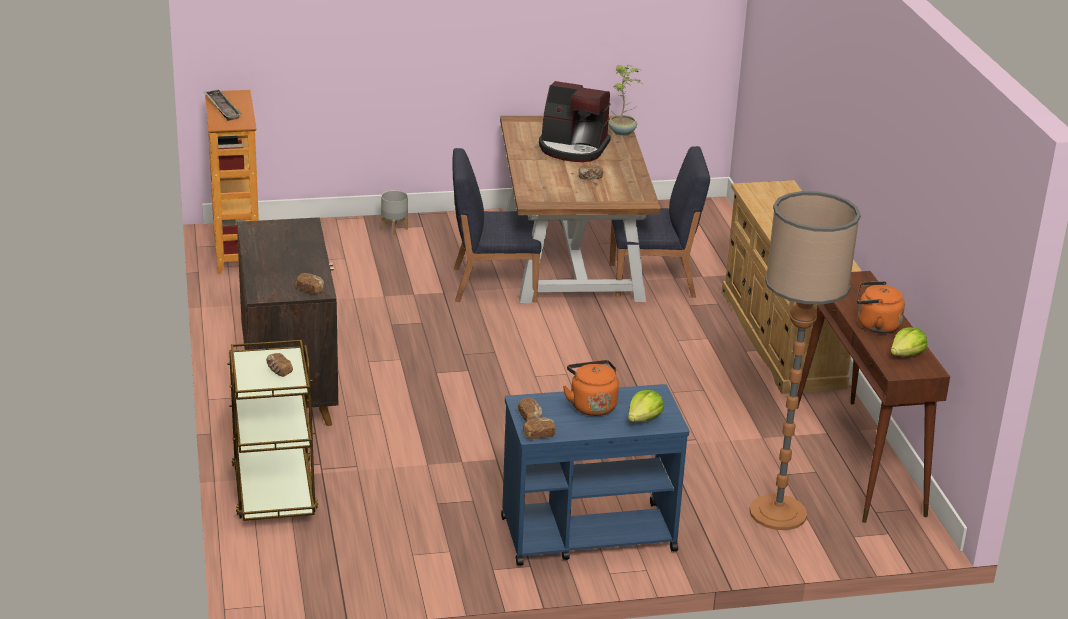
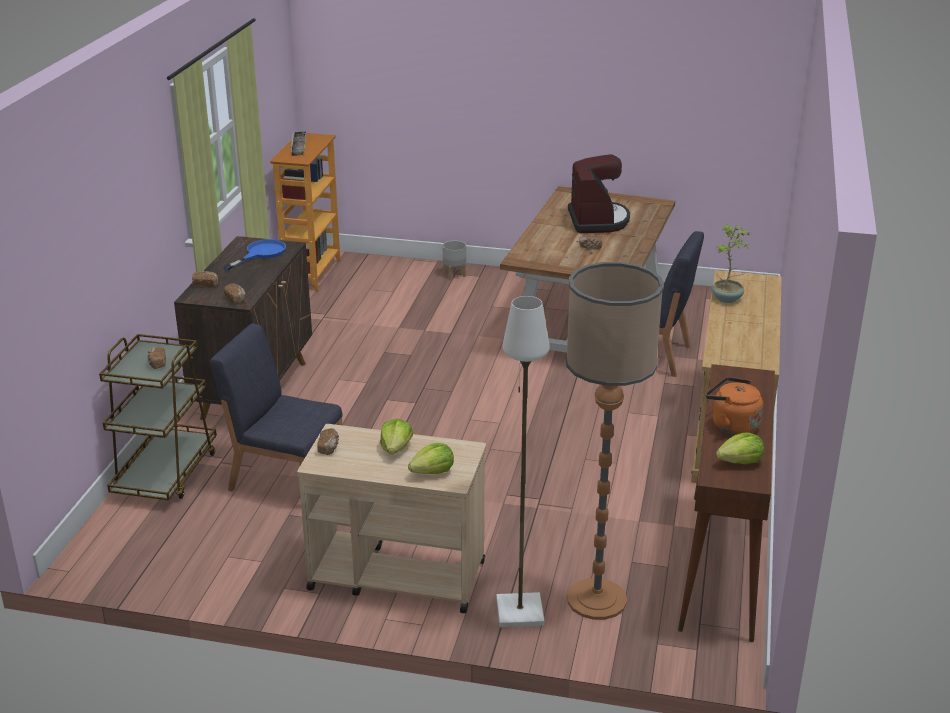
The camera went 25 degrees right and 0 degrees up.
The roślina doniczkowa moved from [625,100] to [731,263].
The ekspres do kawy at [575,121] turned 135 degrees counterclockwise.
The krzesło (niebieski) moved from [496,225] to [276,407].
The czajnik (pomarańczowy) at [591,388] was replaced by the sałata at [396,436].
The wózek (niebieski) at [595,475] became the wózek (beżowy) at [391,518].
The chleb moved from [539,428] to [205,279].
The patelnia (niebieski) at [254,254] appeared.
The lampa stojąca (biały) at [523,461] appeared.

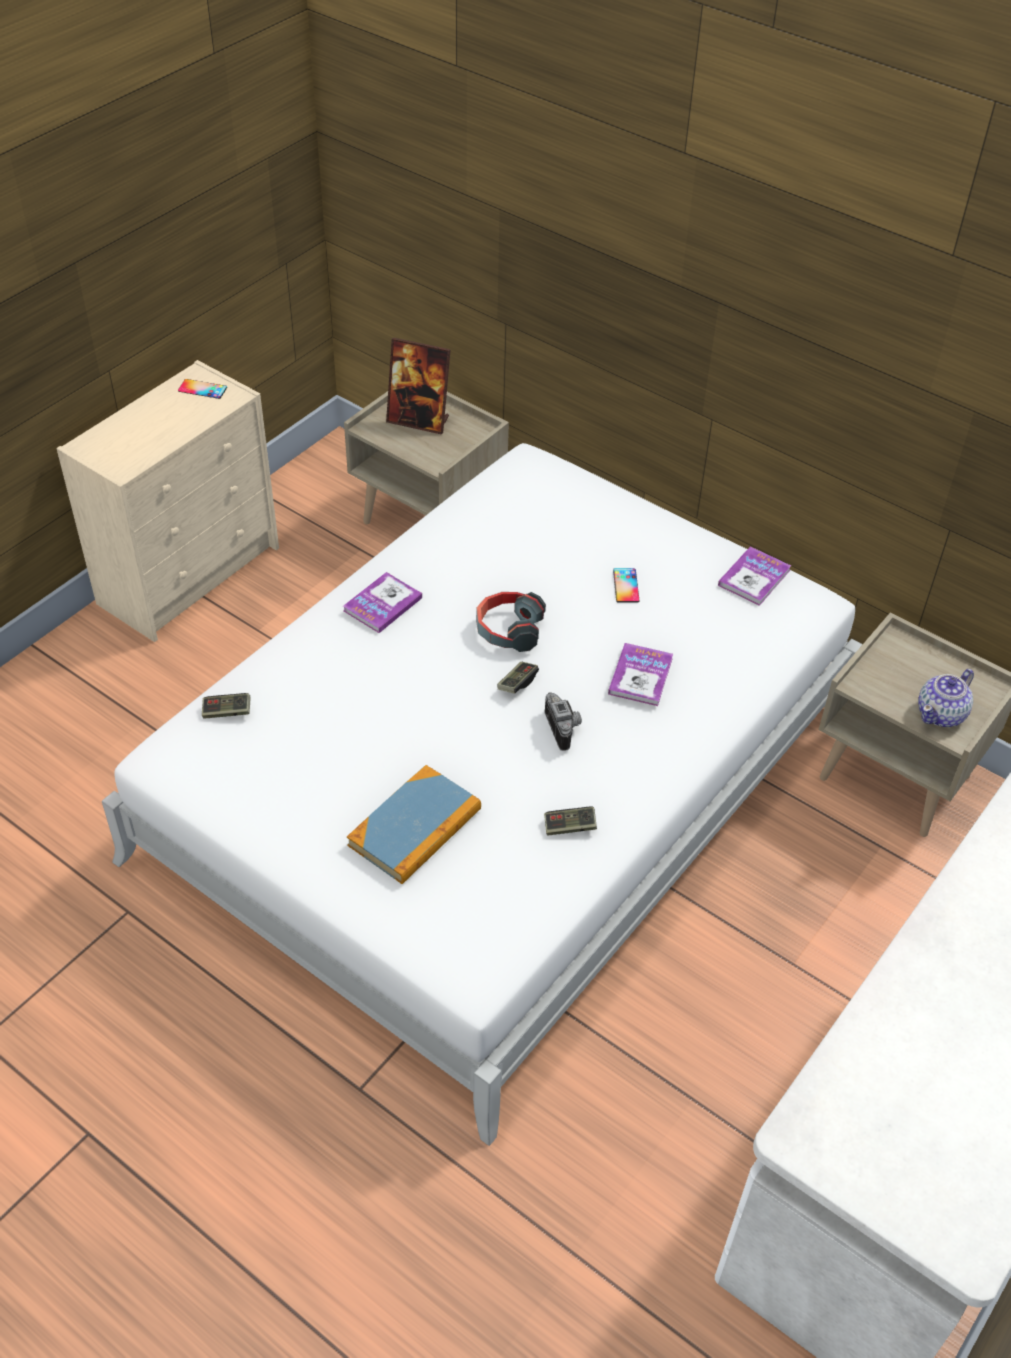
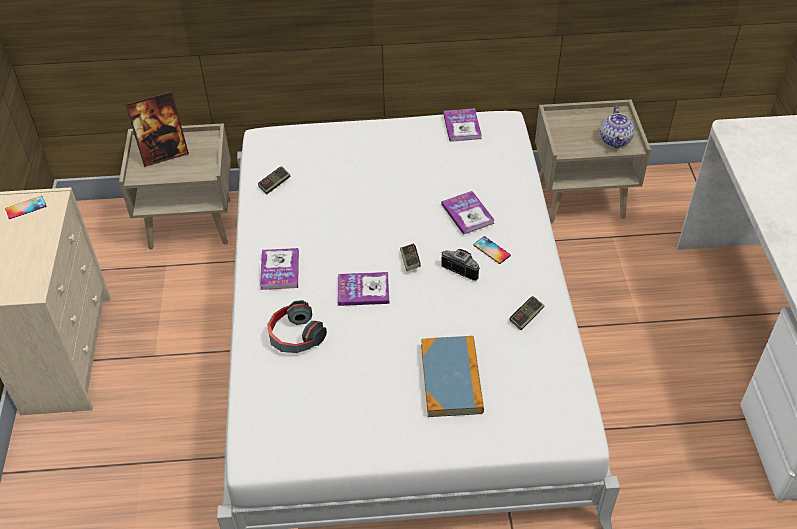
The camera went 40 degrees left and 0 degrees up.
The telefon moved from [626,585] to [492,250].
The słuchawki moved from [511,622] to [297,326].
The pad do gier moved from [226,706] to [274,180].
The książka at [363,289] appeared.

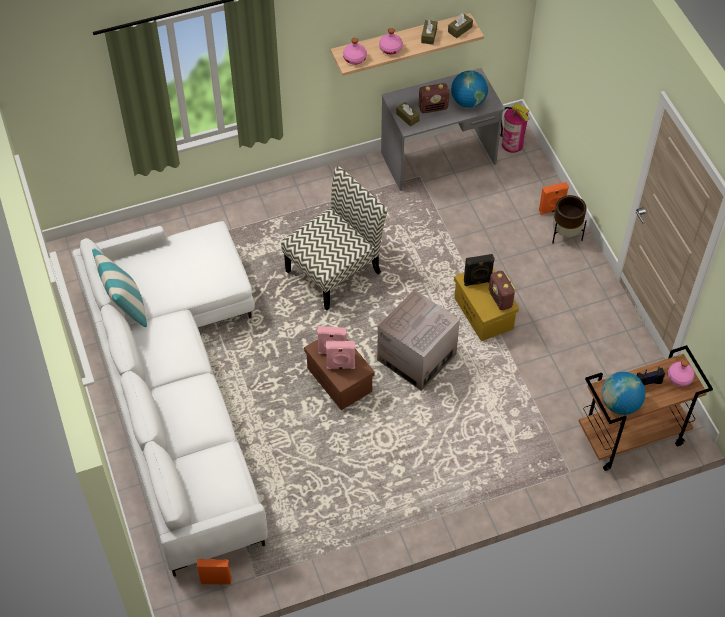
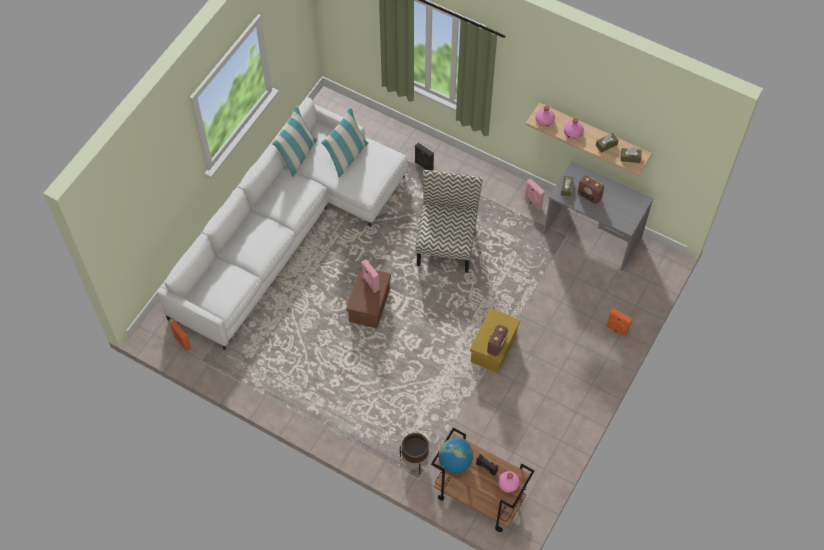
The camera went 50 degrees right and 5 degrees up.
The globus at [469,89] disappeared.
The gaśnica at [515,128] disappeared.
The krzesło at [334,238] turned 90 degrees counterclockwise.
The donica (brązowy) moved from [569,219] to [414,453].
The głośnik (czarny) moved from [479,270] to [424,157].
The karton at [418,340] disappeared.
The głośnik (różowy) moved from [340,355] to [535,194].
The poduszka at [345,142] appeared.

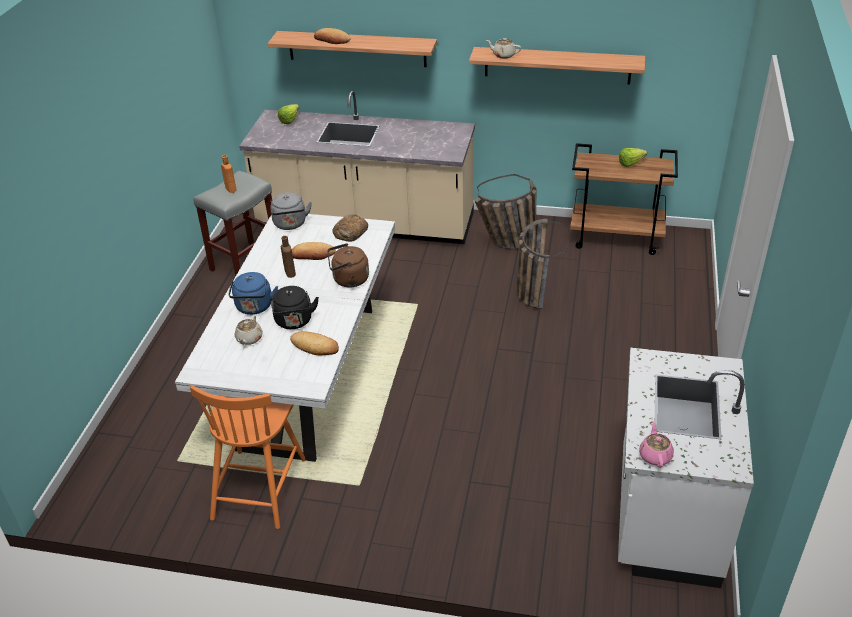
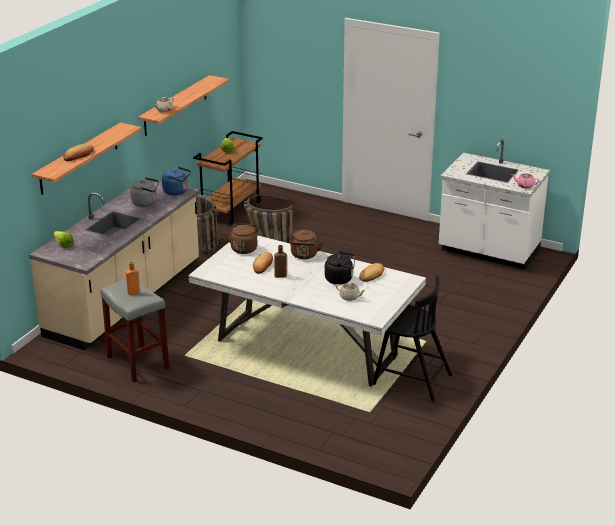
The camera went 75 degrees left and 10 degrees down.
The czajnik (szary) moved from [291,211] to [144,192].
The chleb at [350,228] was replaced by the czajnik (brązowy) at [242,238].
The czajnik (niebieski) moved from [253,293] to [176,181].
The krzesło (pomarańczowy) at [248,457] became the krzesło (czarny) at [412,338].

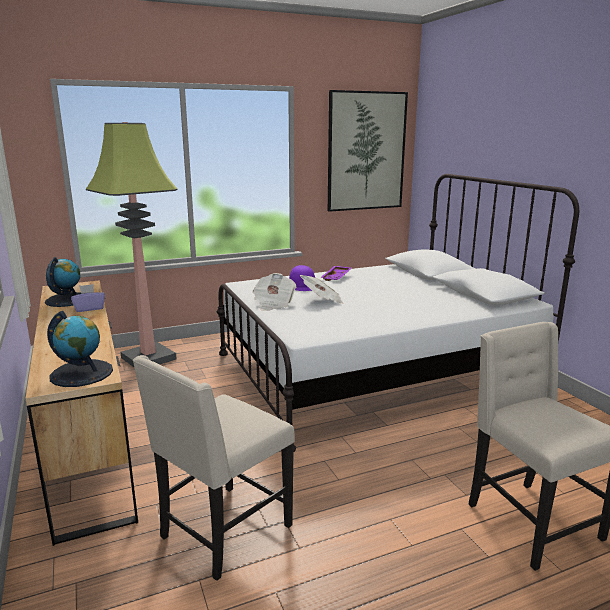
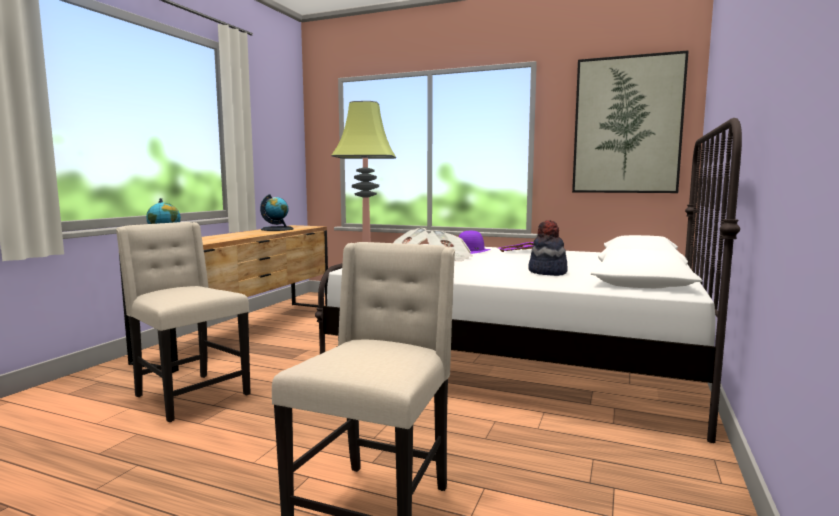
The camera went 45 degrees right and 10 degrees down.
The pudełko chusteczek (fioletowy) at [88,298] disappeared.
The krzesło (beżowy) at [214,468] turned 45 degrees clockwise.
The kapelusz at [548,248] appeared.

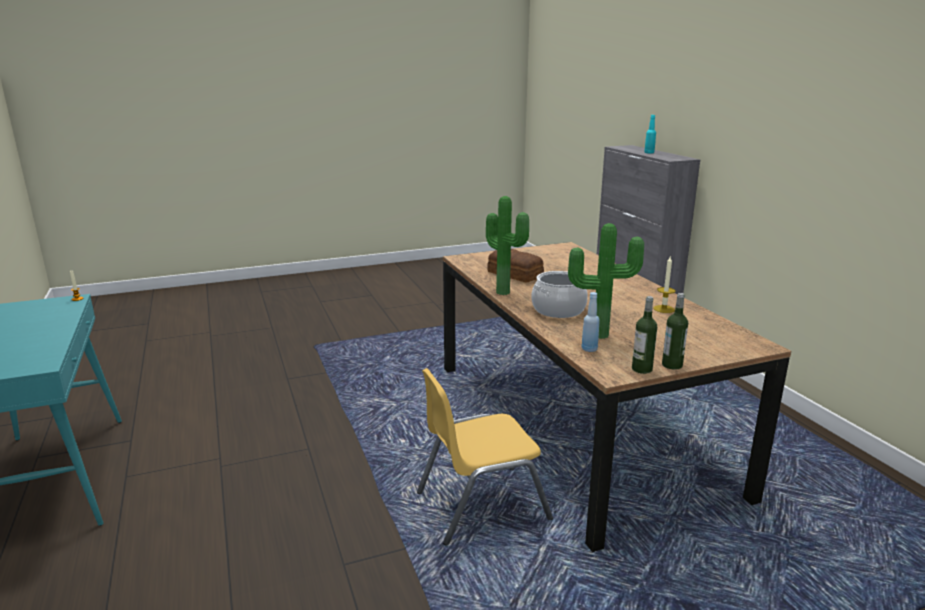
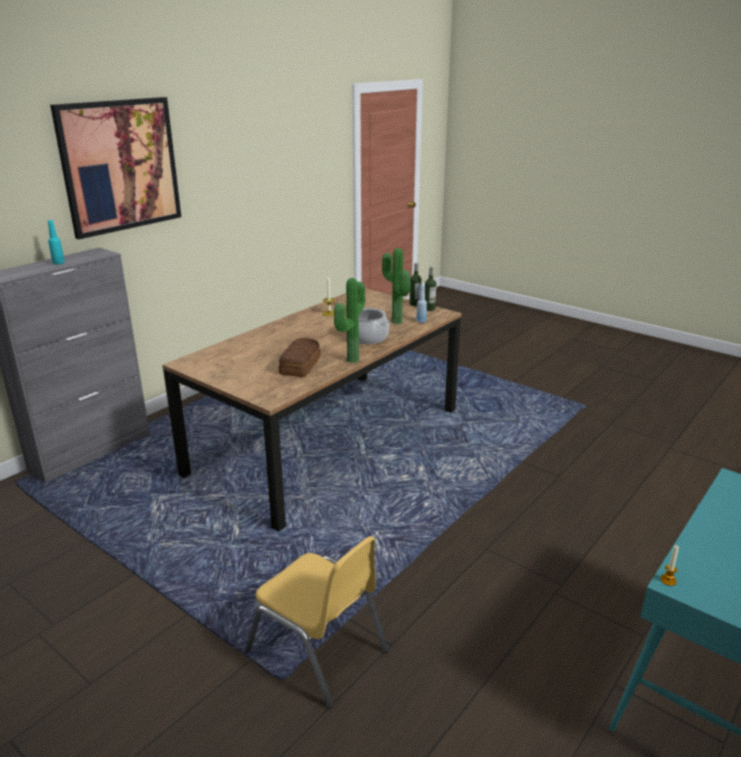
The camera went 120 degrees left and 5 degrees up.
The krzesło (żółty) moved from [485,456] to [317,622].
The obraz at [115,168] appeared.

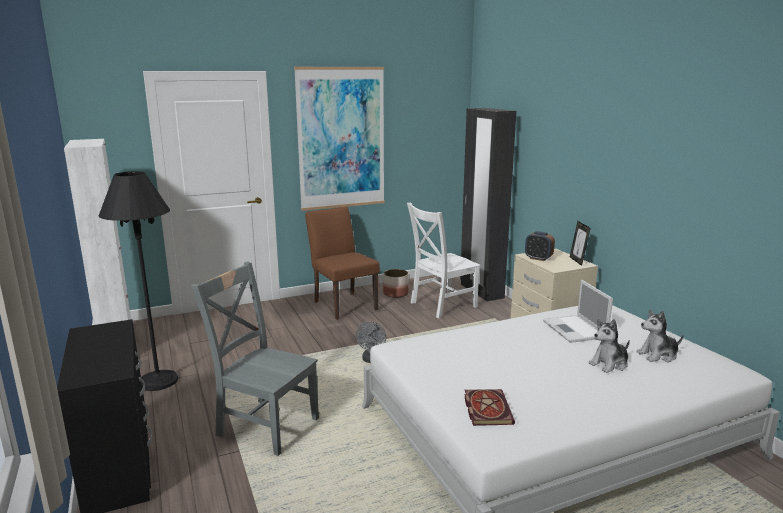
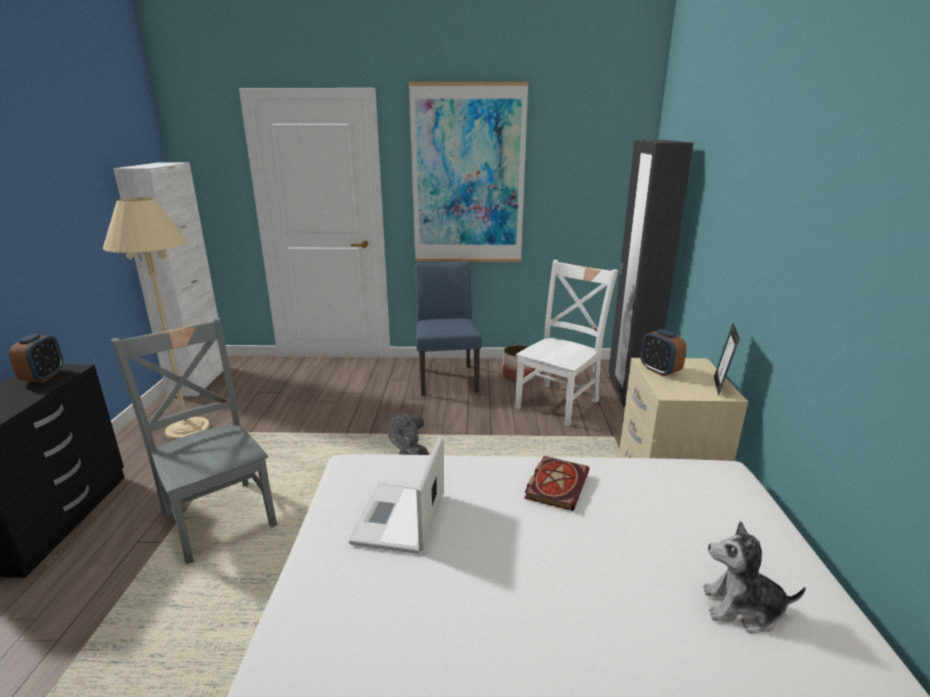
The camera went 25 degrees right and 5 degrees up.
The lampa stojąca (czarny) at [138,281] became the lampa stojąca (beżowy) at [156,318].
The krzesło (biały) at [443,260] turned 135 degrees clockwise.
The krzesło (brązowy) at [342,263] became the krzesło (niebieski) at [448,328].
The laptop moved from [578,311] to [396,495].
The pluszak at [609,346] disappeared.
The książka moved from [489,407] to [556,483].
The budzik at [36,358] appeared.

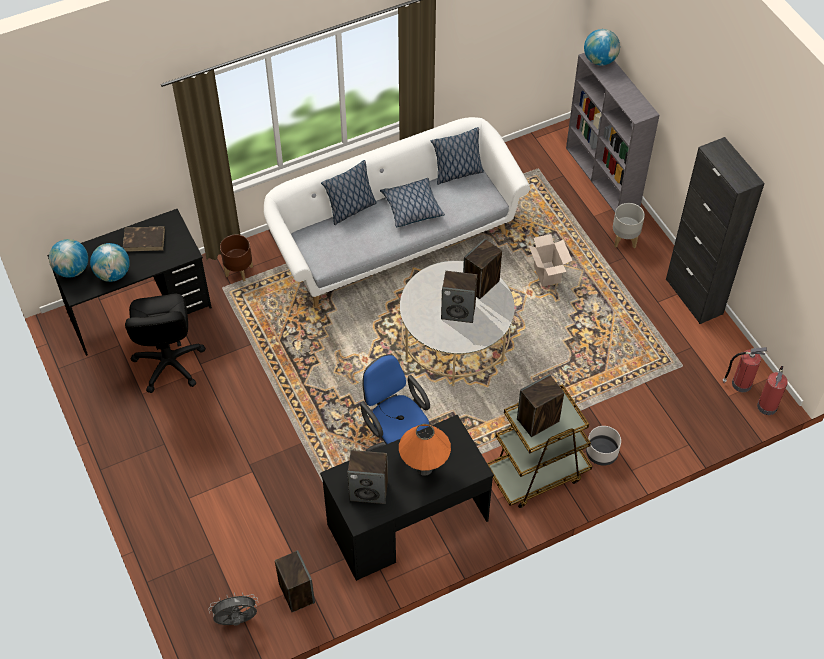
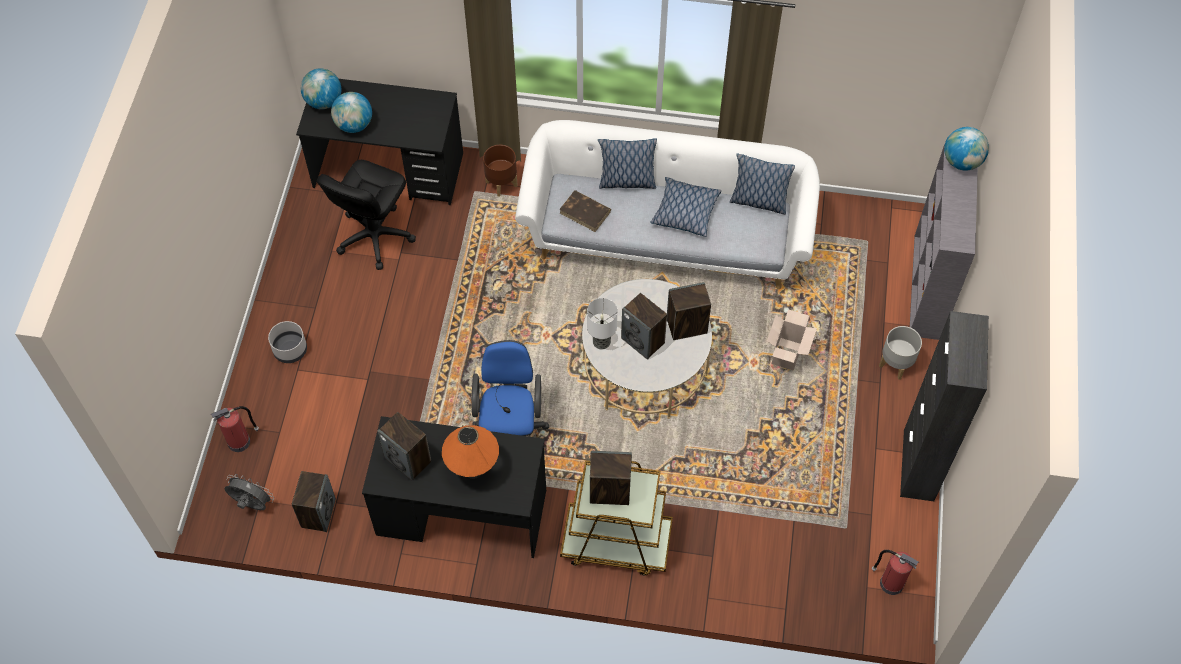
The camera went 35 degrees right and 5 degrees up.
The książka (brązowy) moved from [144,239] to [585,211].
The gaśnica moved from [772,390] to [235,429].
The donica (szary) moved from [603,446] to [287,342].
The lampa stołowa at [602,323] appeared.

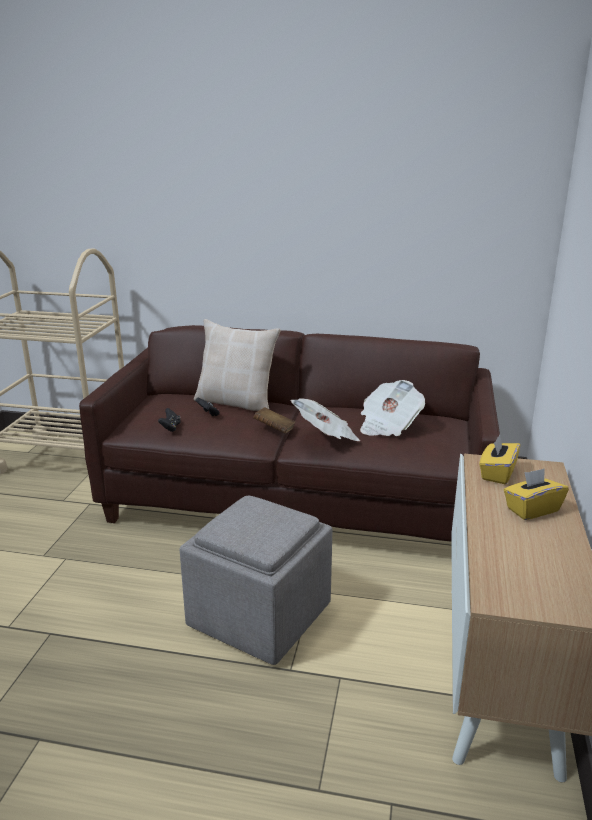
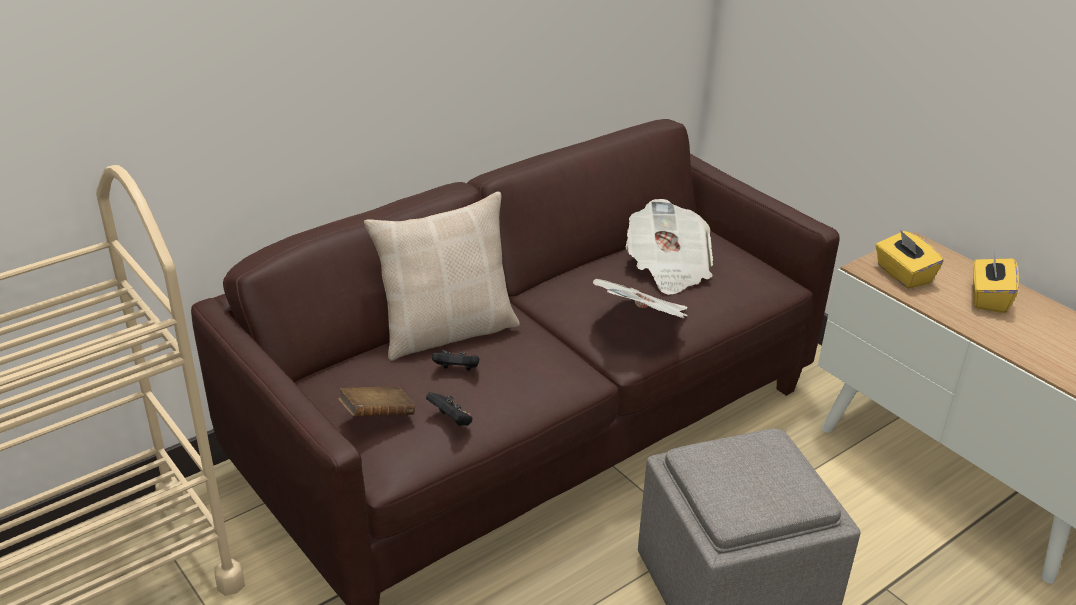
The camera went 50 degrees left and 10 degrees up.
The książka (brązowy) moved from [274,420] to [376,401].

